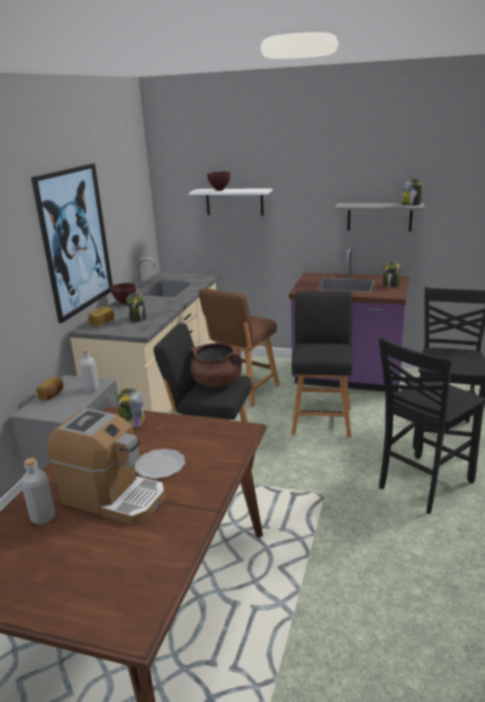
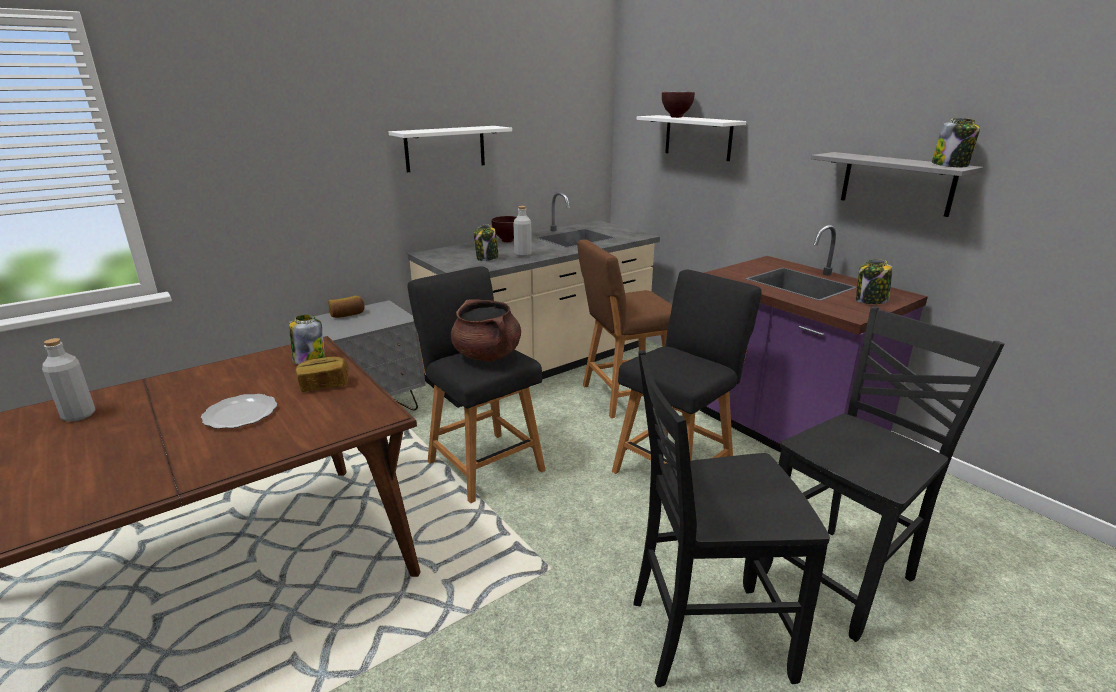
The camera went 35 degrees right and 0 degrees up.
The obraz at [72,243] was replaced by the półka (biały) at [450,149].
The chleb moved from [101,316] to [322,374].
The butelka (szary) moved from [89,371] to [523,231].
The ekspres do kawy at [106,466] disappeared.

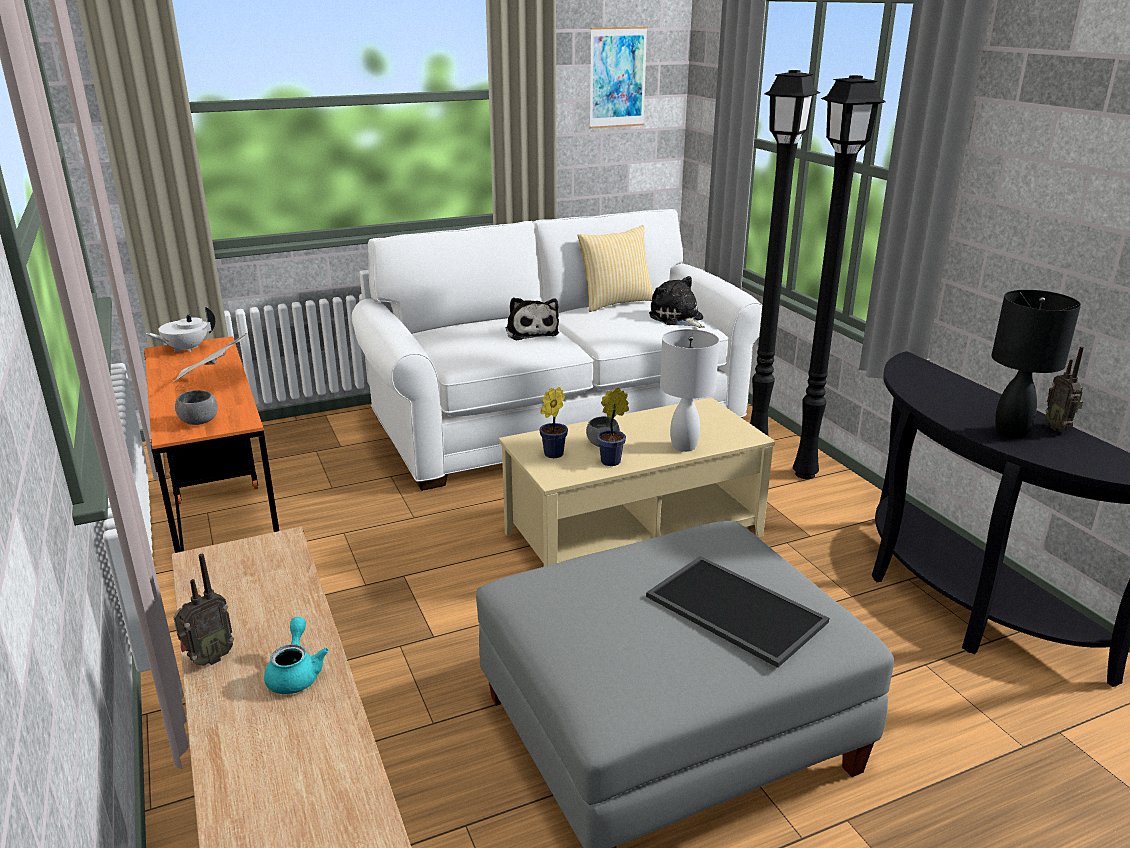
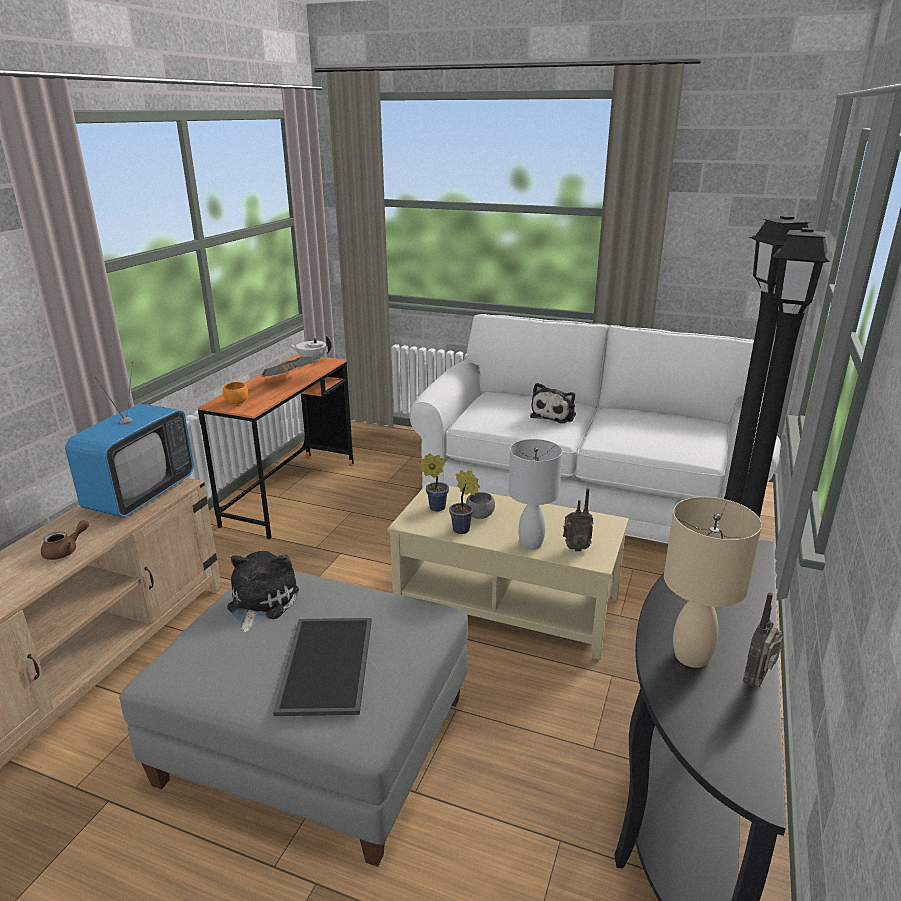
The camera went 45 degrees right and 0 degrees up.
The obraz at [618,77] disappeared.
The poduszka at [616,268] disappeared.
The pluszak moved from [677,302] to [263,592].
The lampa stołowa (czarny) at [1036,364] became the lampa stołowa (beżowy) at [713,582].
The miska (szary) at [196,407] became the miska (pomarańczowy) at [235,393].
The radio moved from [203,610] to [578,519].
The imbryk (turkusowy) at [296,655] became the imbryk (brązowy) at [65,540].
The telewizor at [129,439] appeared.

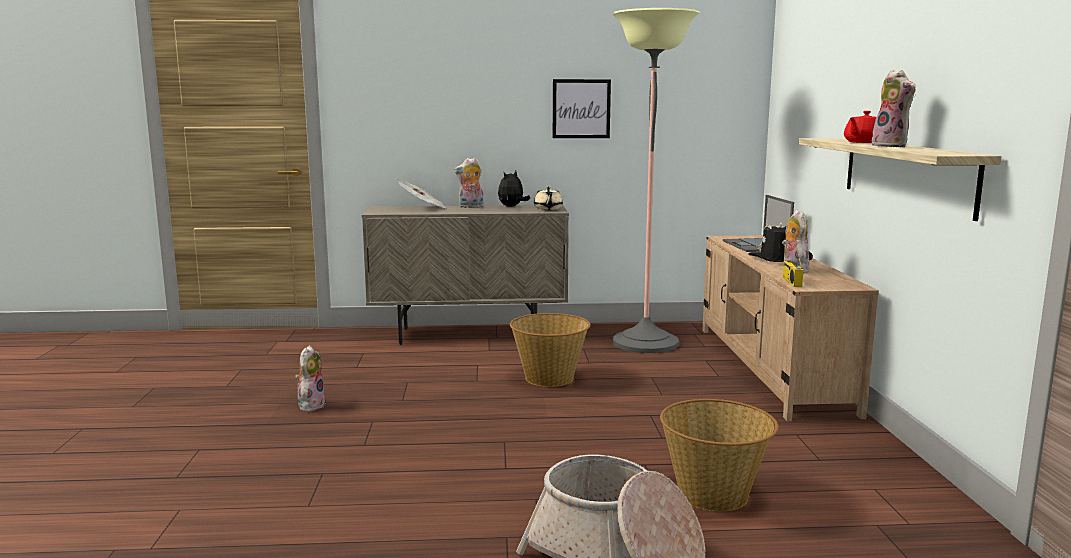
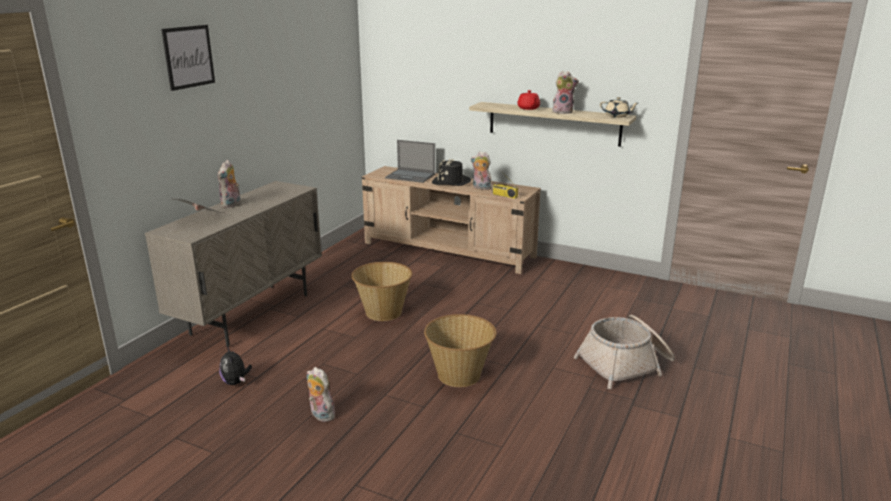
The camera went 60 degrees left and 10 degrees up.
The lampa stojąca at [656,180] disappeared.
The obraz moved from [582,108] to [188,58].
The pluszak moved from [514,189] to [235,365].
The imbryk (beżowy) moved from [548,198] to [619,107].
The koszyk moved from [719,455] to [460,350].

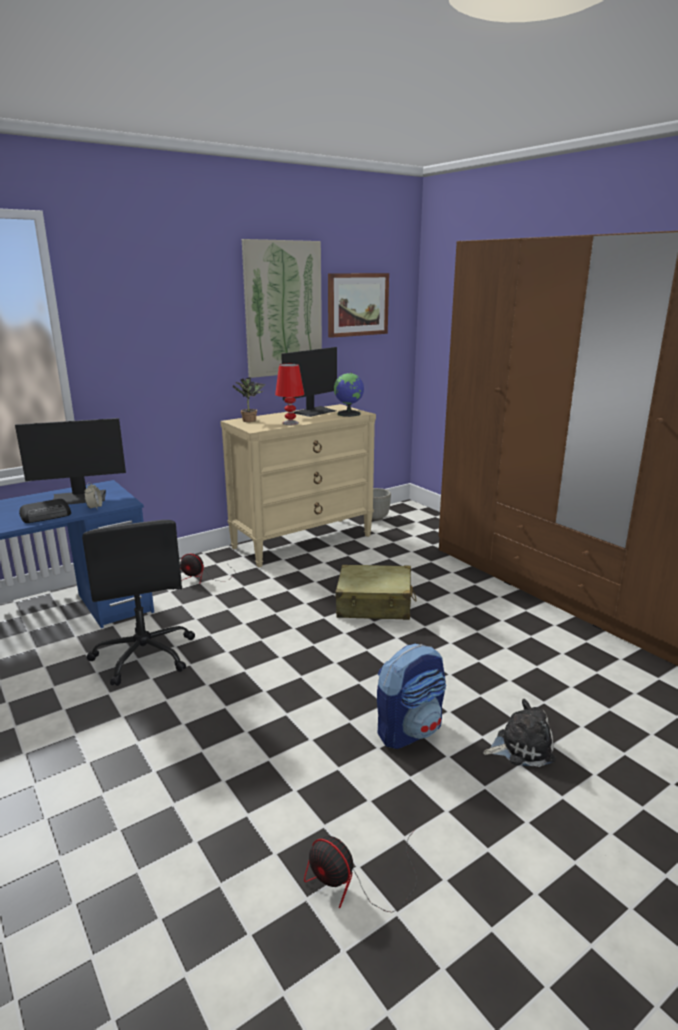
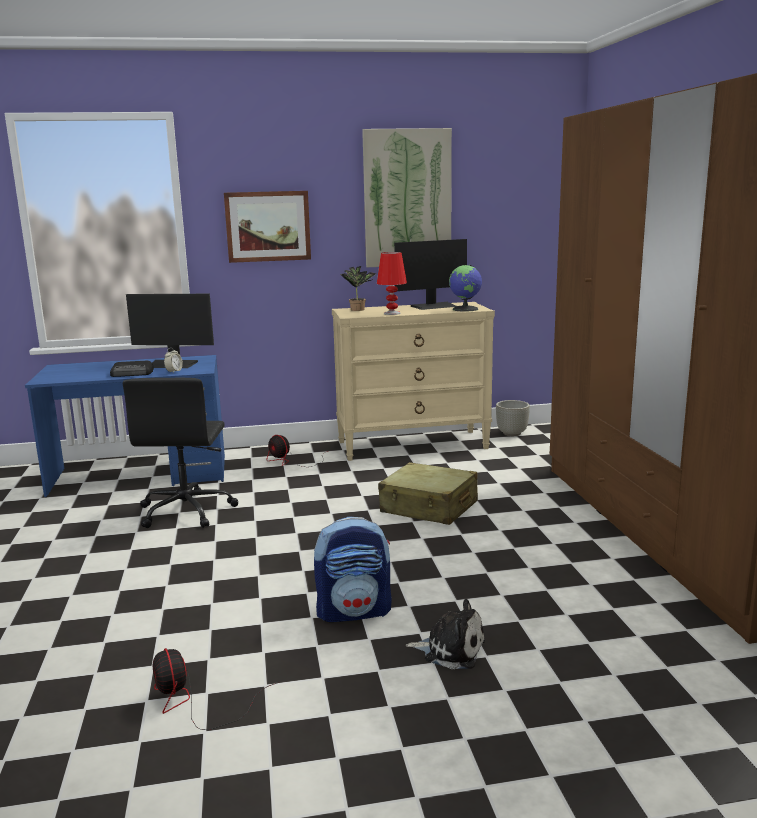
The camera went 25 degrees right and 5 degrees down.
The obraz moved from [358,305] to [267,227].

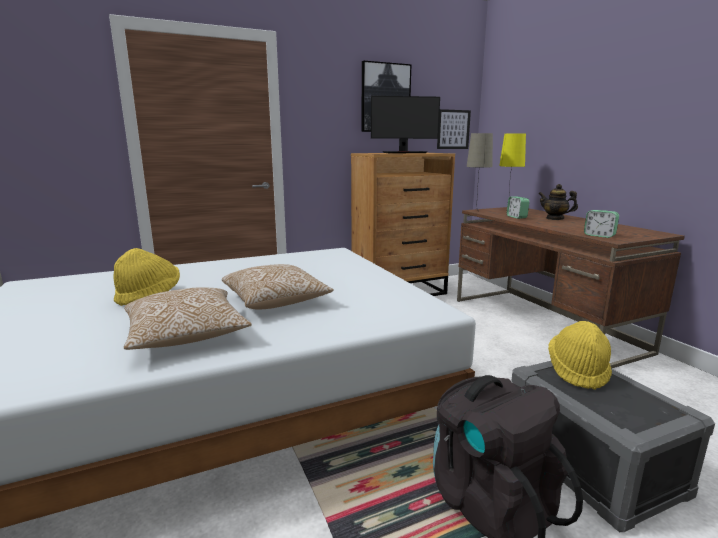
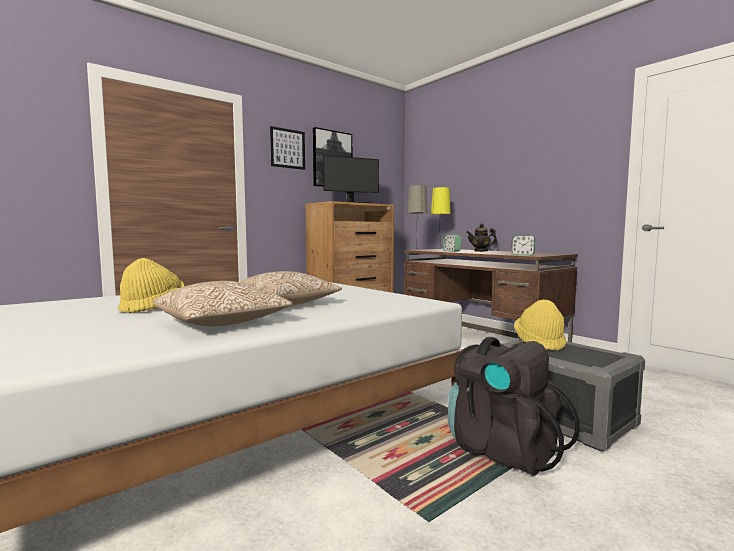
The camera went 15 degrees left and 10 degrees down.
The obraz moved from [454,129] to [287,148].

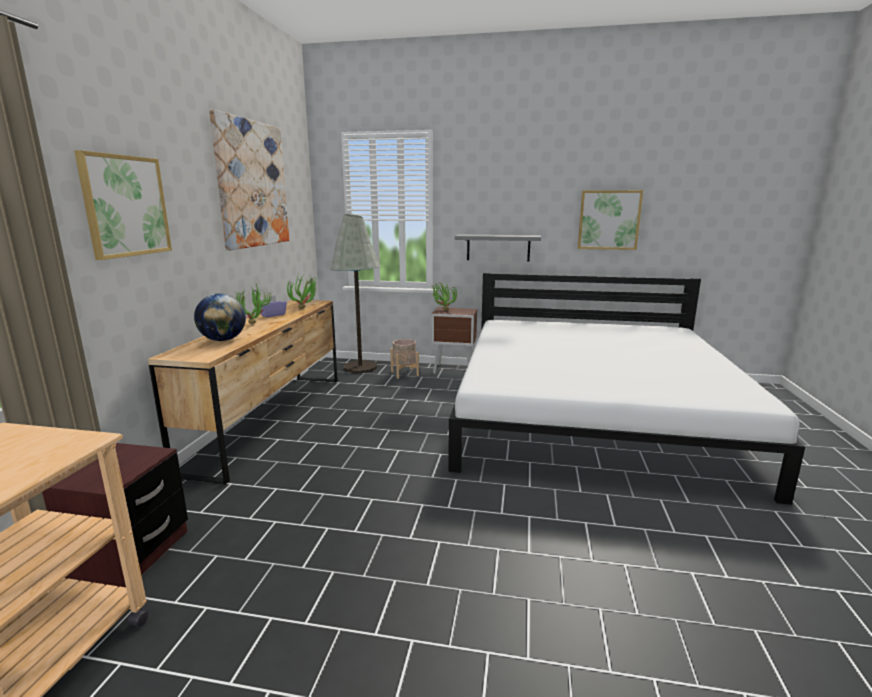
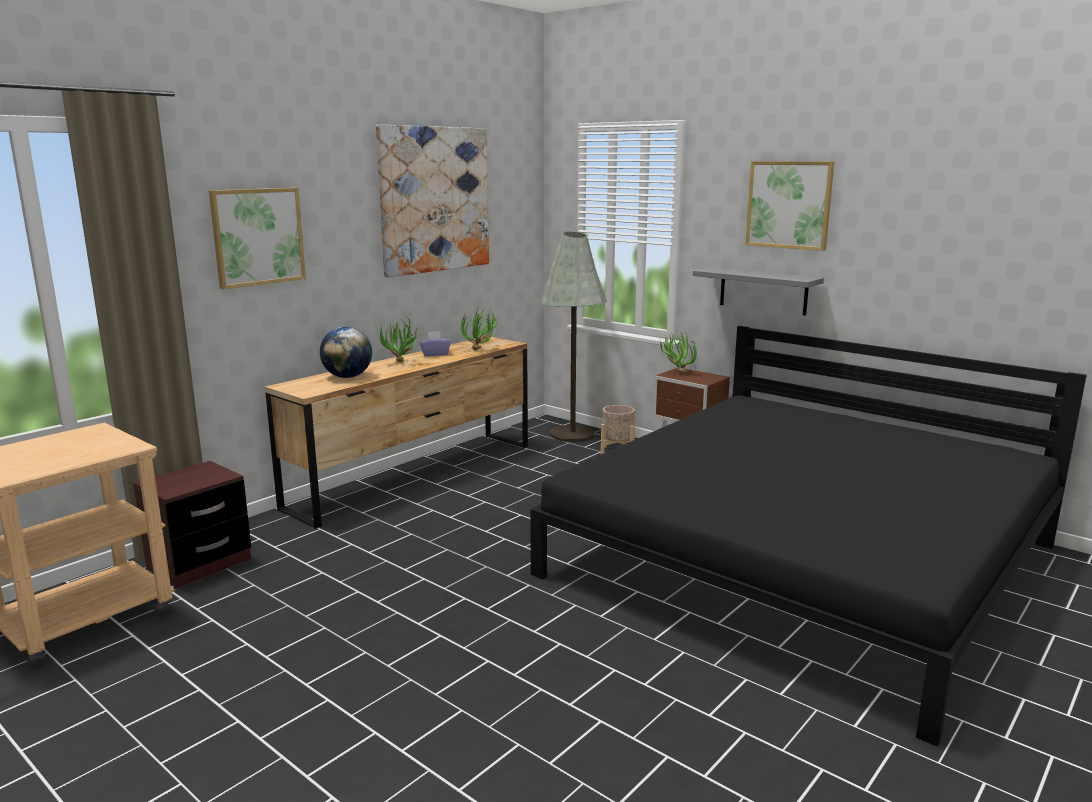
The camera went 30 degrees right and 0 degrees up.
The obraz moved from [610,220] to [789,206].
The łóżko (biały) at [626,389] became the łóżko (czarny) at [808,536].

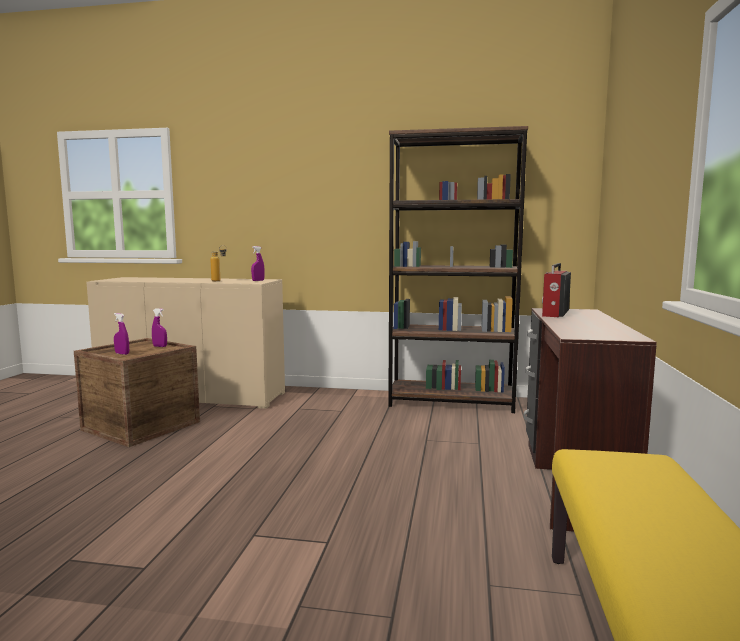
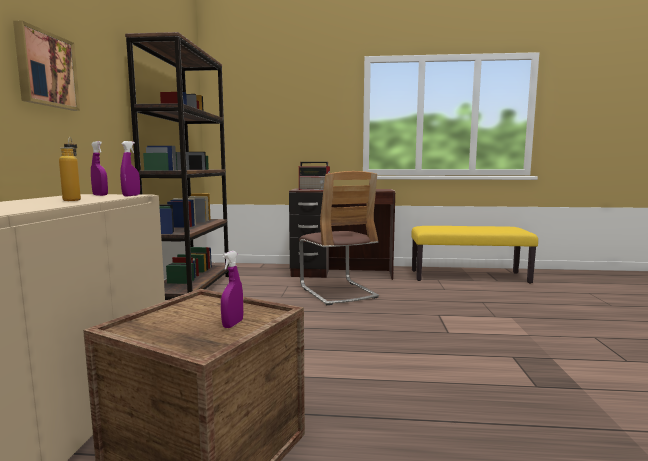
The camera went 95 degrees left and 0 degrees up.
The spryskiwacz (fioletowy) moved from [159,327] to [130,168].
The obraz at [46,66] appeared.
The krzesło at [339,238] appeared.

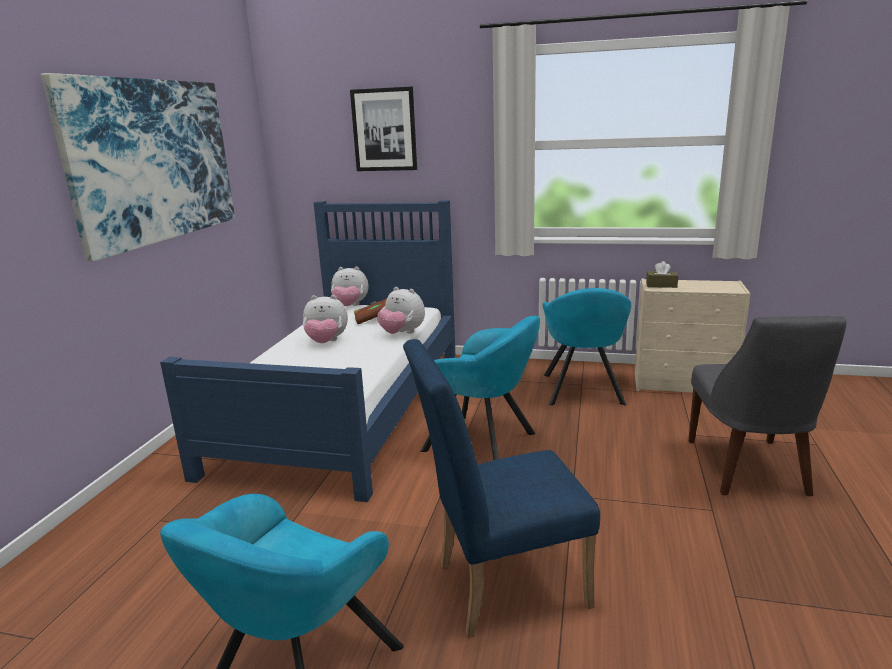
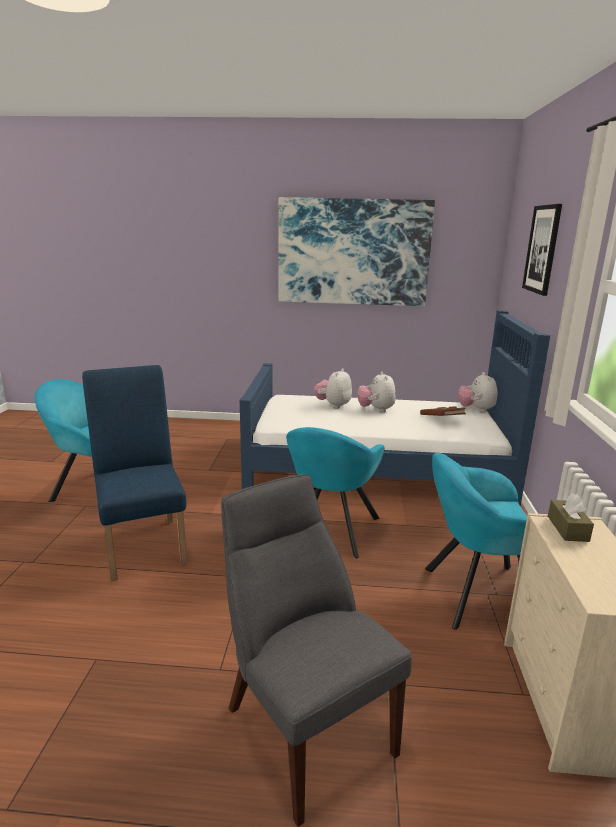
The camera went 80 degrees right and 0 degrees up.
The pluszak moved from [401,310] to [333,388].
The krzesło (szary) at [767,406] turned 60 degrees clockwise.

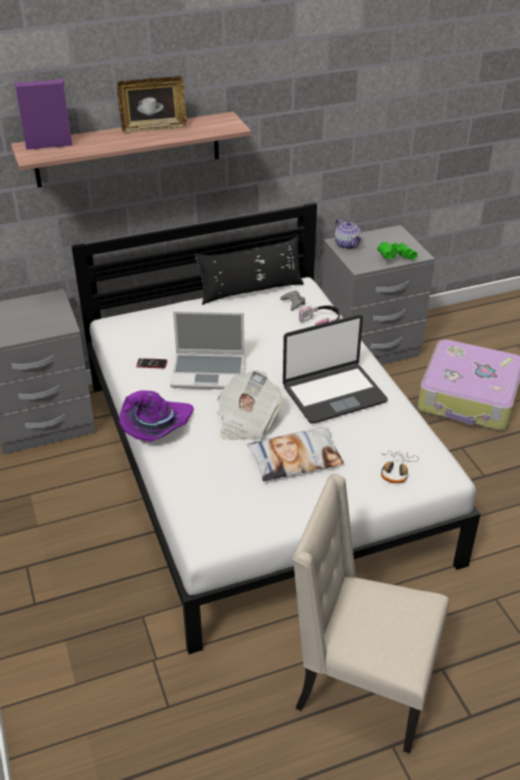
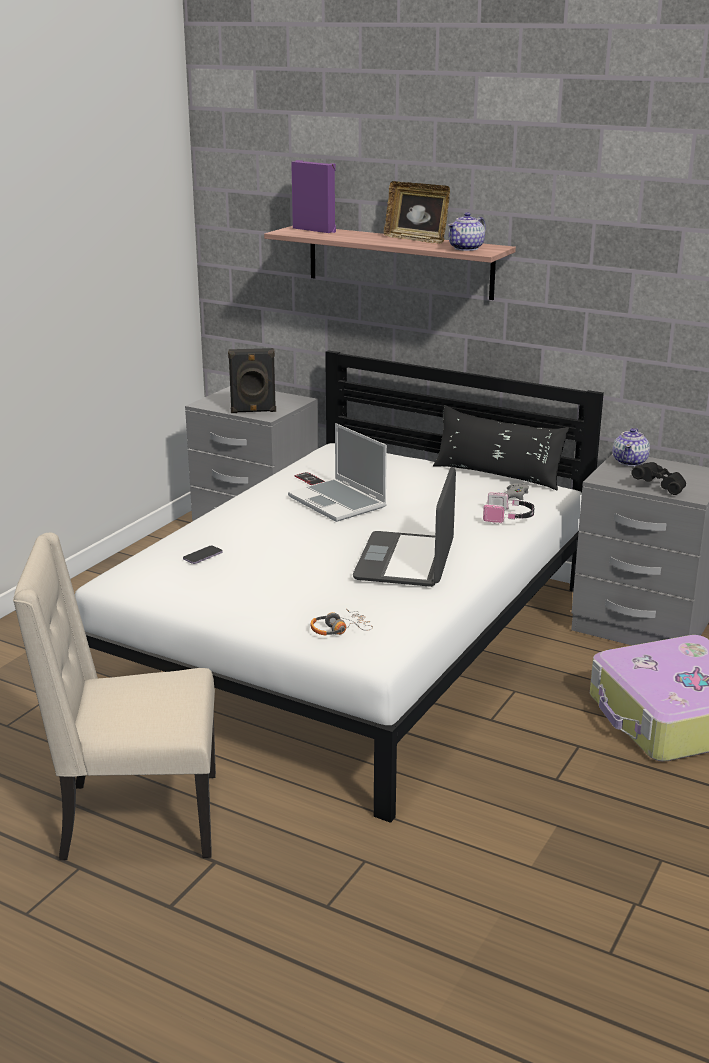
The camera went 50 degrees right and 15 degrees down.
The lornetka (zielony) at [397,251] became the lornetka (czarny) at [658,478].
The laptop at [335,369] turned 75 degrees clockwise.
The gazeta at [249,405] disappeared.
The kapelusz (fioletowy) at [156,416] disappeared.
The poduszka at [295,454] disappeared.
The krzesło (beżowy) at [371,614] turned 75 degrees counterclockwise.
The imbryk at [467,231] appeared.
The głośnik (czarny) at [252,380] appeared.
The telefon at [203,555] appeared.

